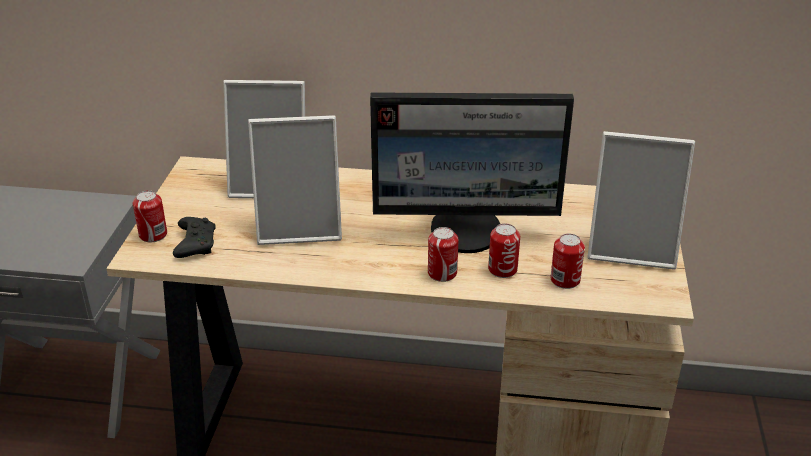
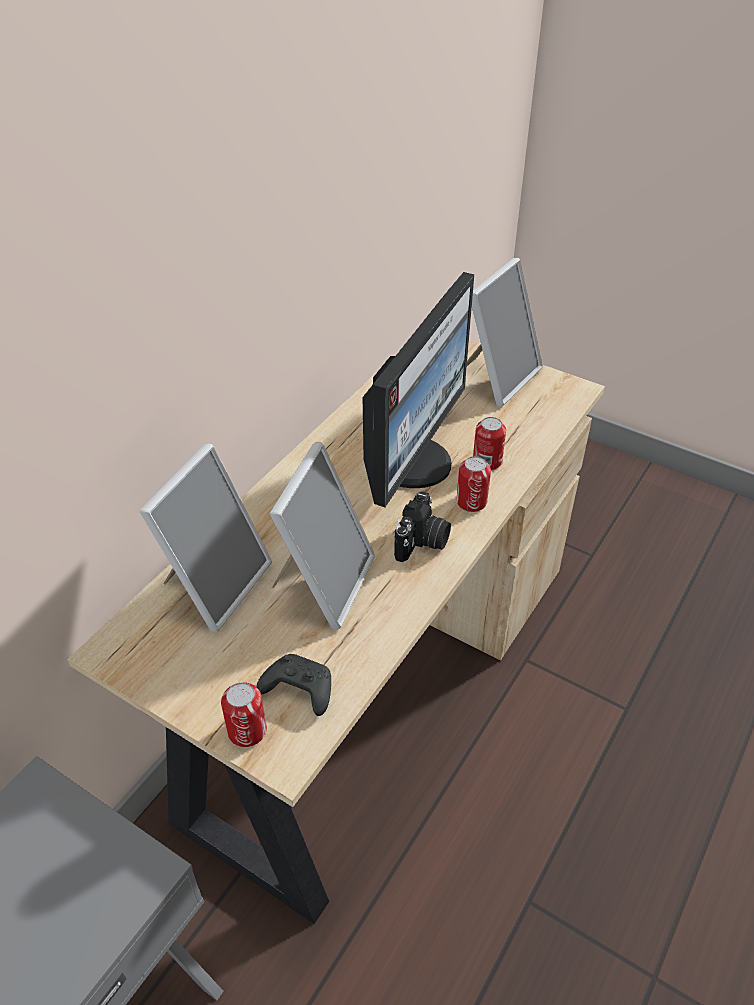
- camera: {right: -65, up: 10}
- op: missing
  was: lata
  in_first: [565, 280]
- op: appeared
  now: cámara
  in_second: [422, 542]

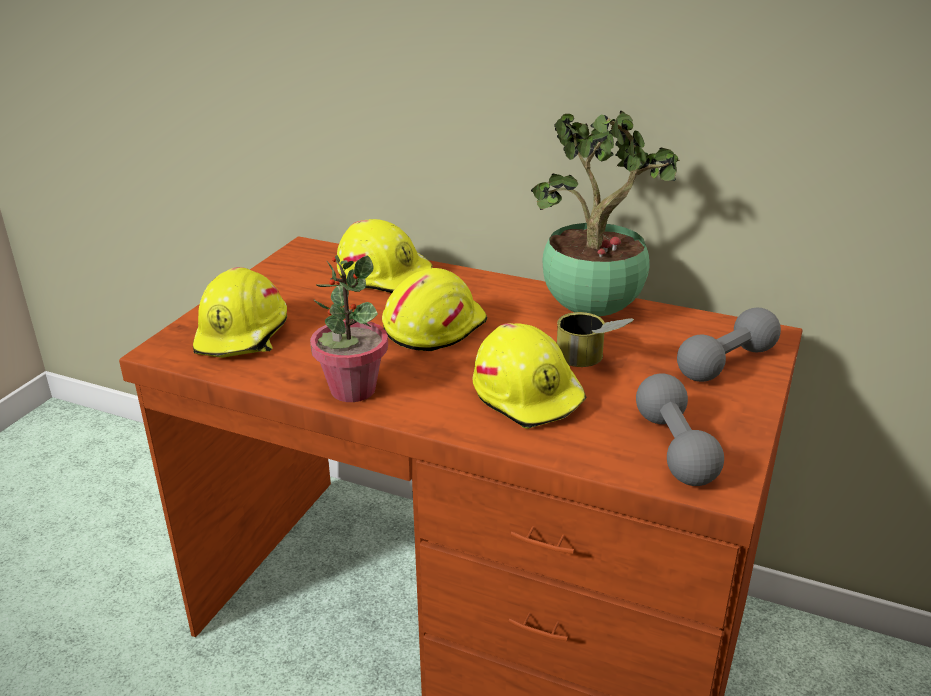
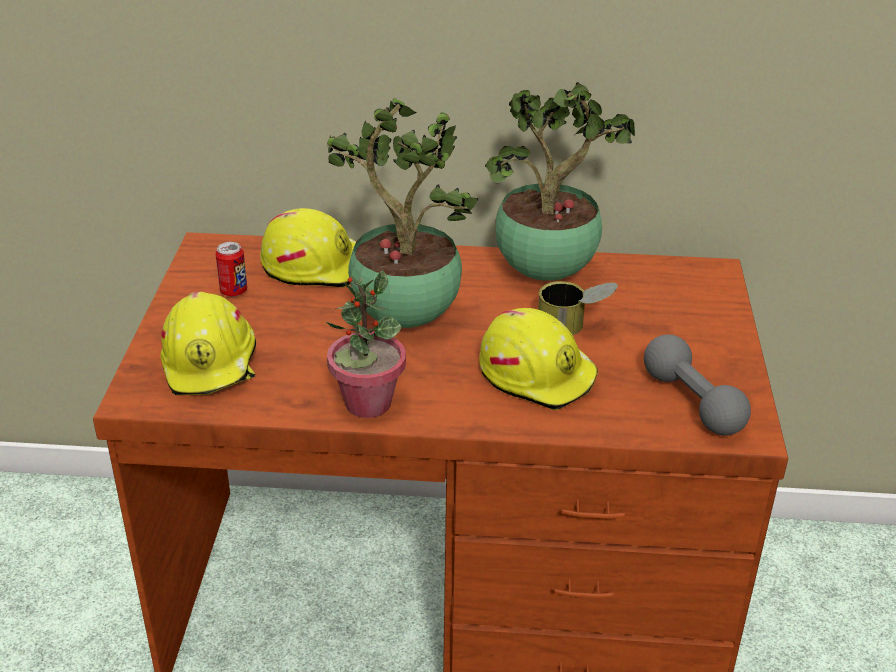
- camera: {right: -20, up: 5}
- op: exchanged
  was: casco [amarillo]
  now: planta en maceta
  in_first: [433, 326]
  in_second: [402, 317]
- op: missing
  was: mancuerna [gris]
  in_first: [726, 363]
- op: appeared
  now: lata
  in_second: [233, 291]

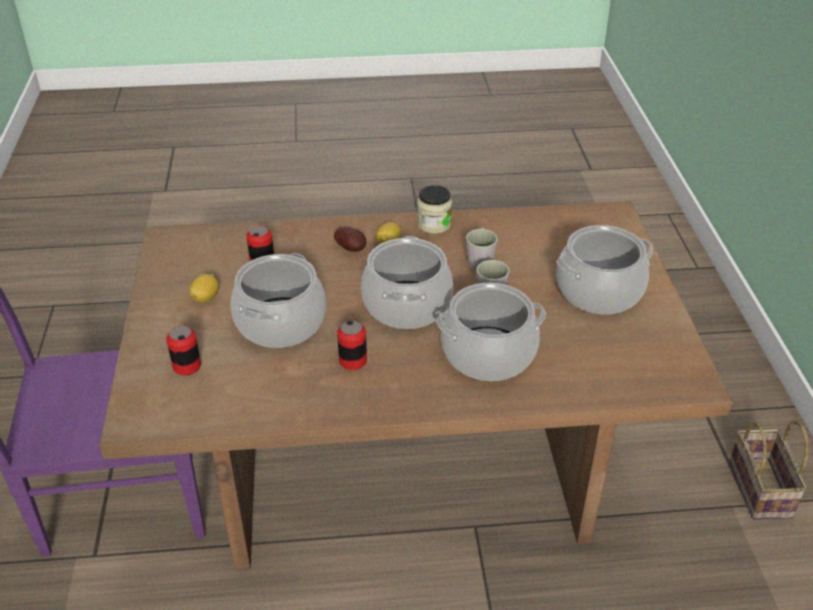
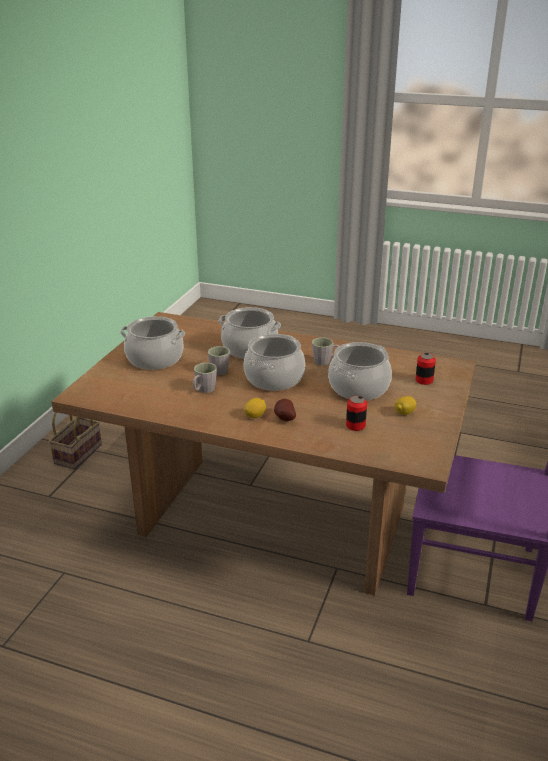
- camera: {right: -155, up: -10}
- op: exchanged
  was: lata
  now: taza grande [gris]
  in_first: [353, 361]
  in_second: [325, 362]
- op: missing
  was: tarro
  in_first: [434, 224]

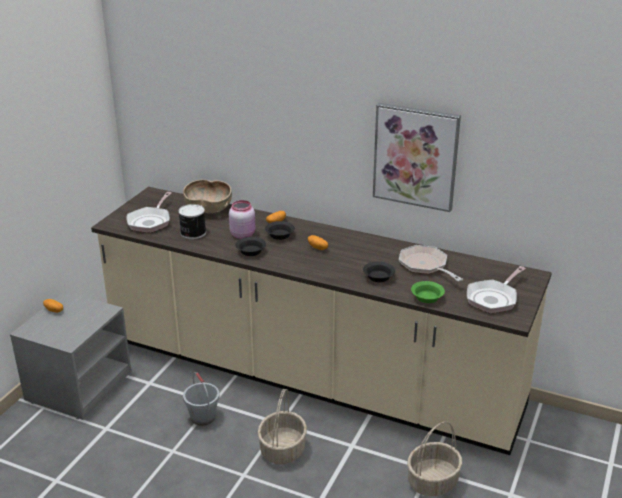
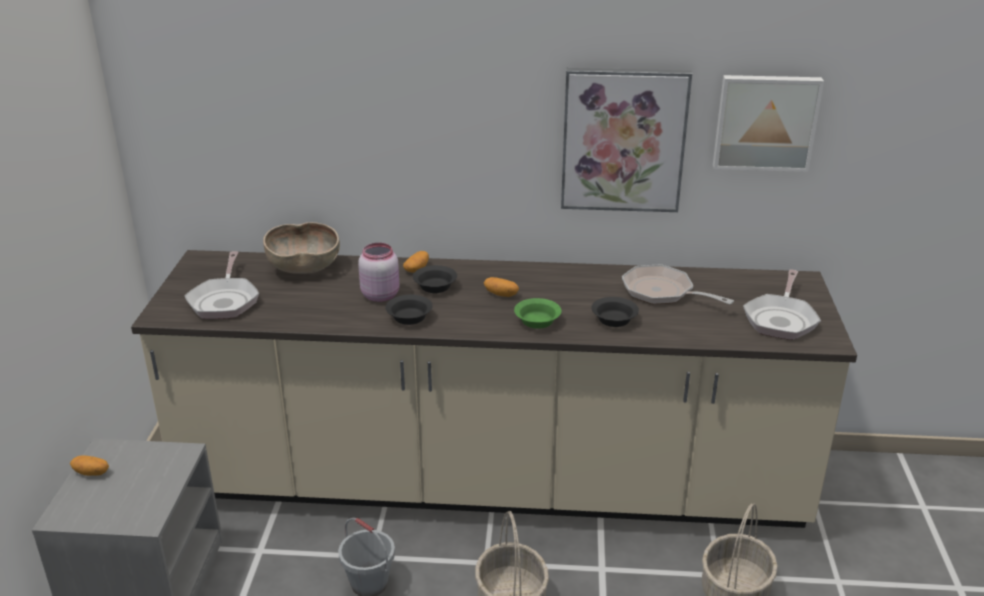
- camera: {right: -20, up: 0}
- op: missing
  was: lata
  in_first: [192, 233]
- op: relocated
  was: cuenco [verde]
  in_first: [426, 298]
  in_second: [536, 322]
- op: appeared
  now: cuadro
  in_second: [765, 122]

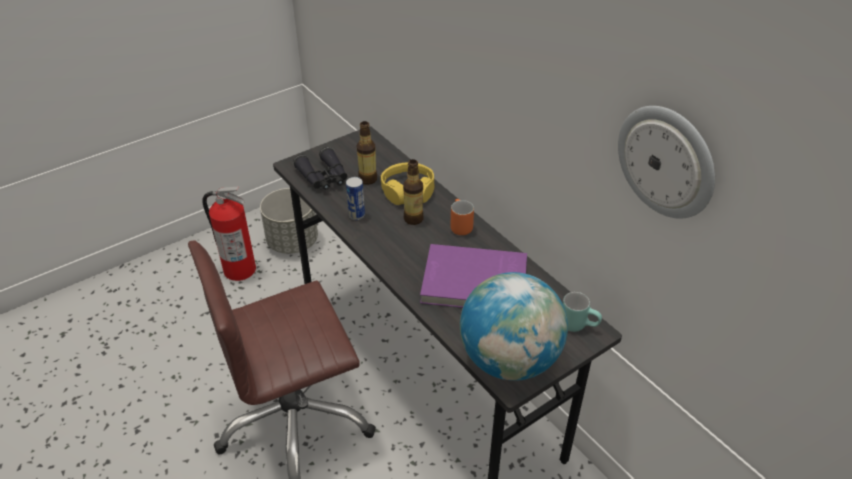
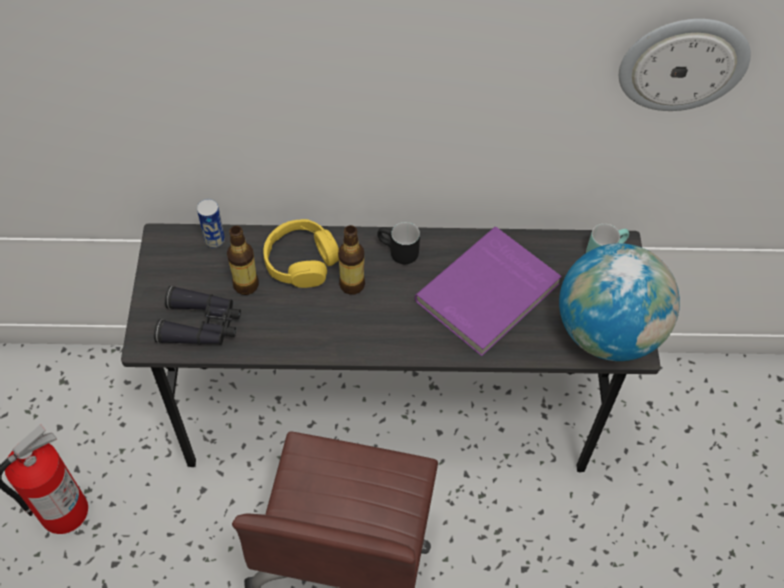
- camera: {right: -55, up: 15}
- op: missing
  was: maceta [gris]
  in_first: [293, 241]
- op: relocated
  was: lata
  in_first: [356, 215]
  in_second: [214, 240]
- op: colour
  was: taza grande [naranja]
  now: taza grande [negro]
  in_first: [458, 226]
  in_second: [397, 253]

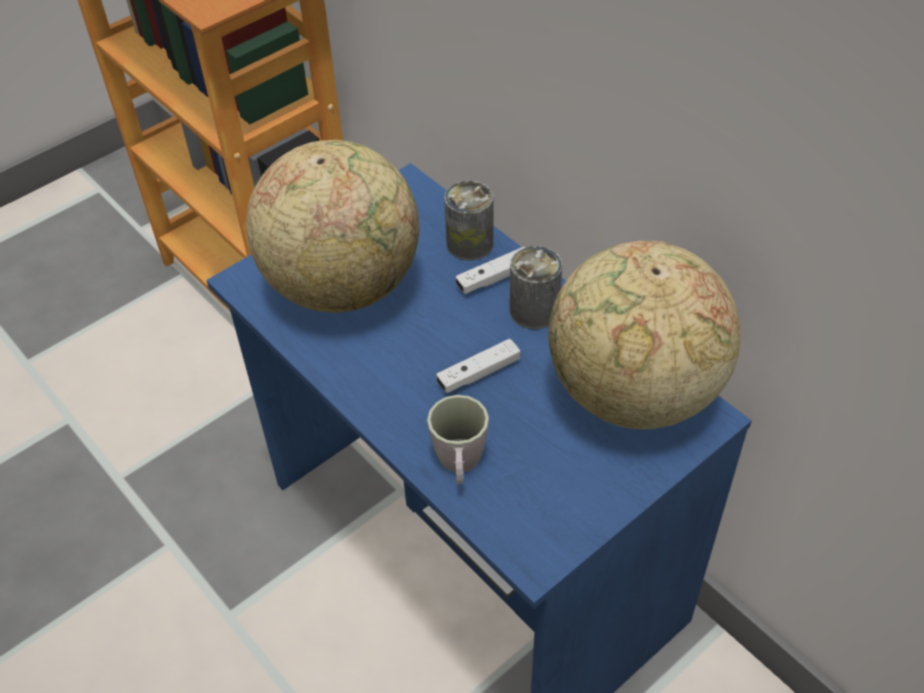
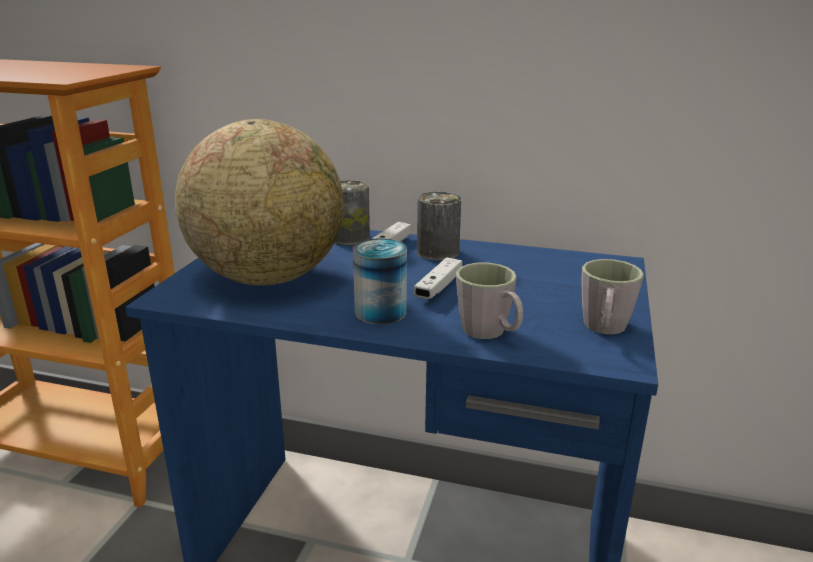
- camera: {right: -35, up: -25}
- op: missing
  was: globo terráqueo
  in_first: [633, 393]
- op: appeared
  now: lata
  in_second: [380, 312]
- op: appeared
  now: taza grande [gris]
  in_second: [604, 329]

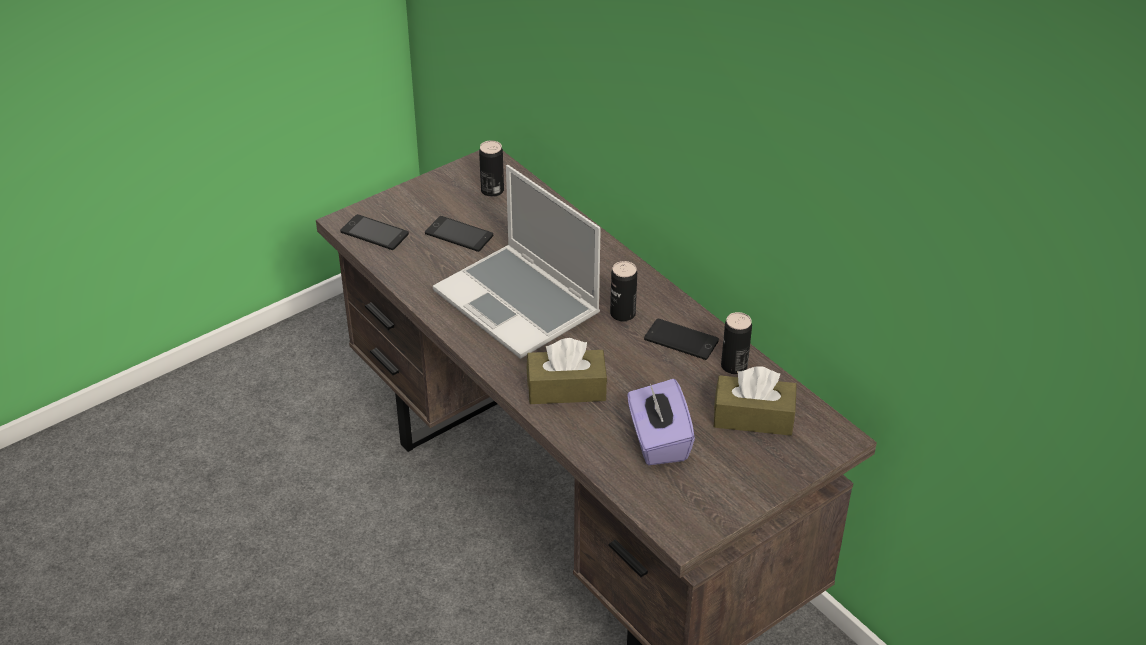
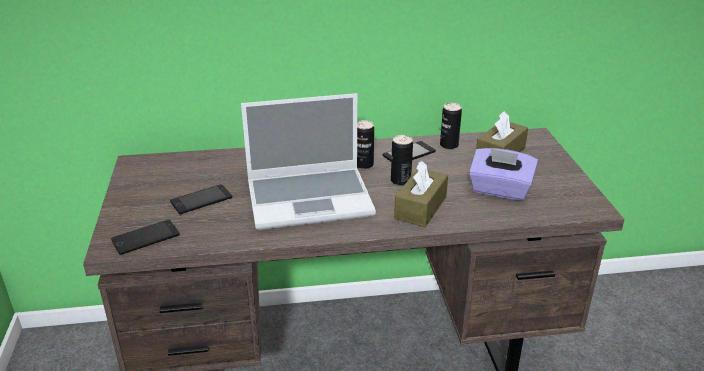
- camera: {right: -60, up: -10}
- op: relocated
  was: lata
  in_first: [492, 191]
  in_second: [400, 181]

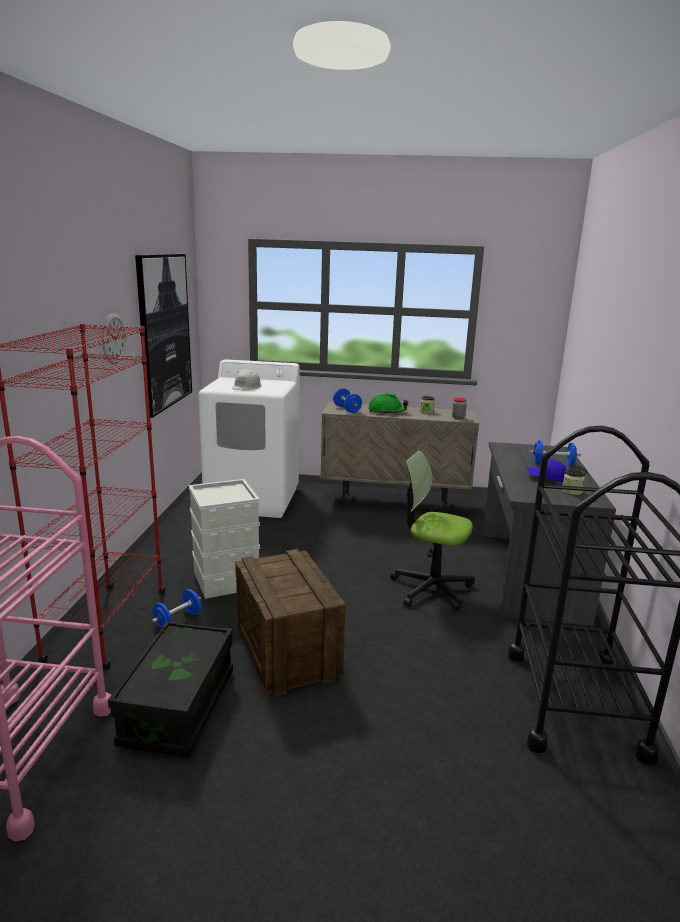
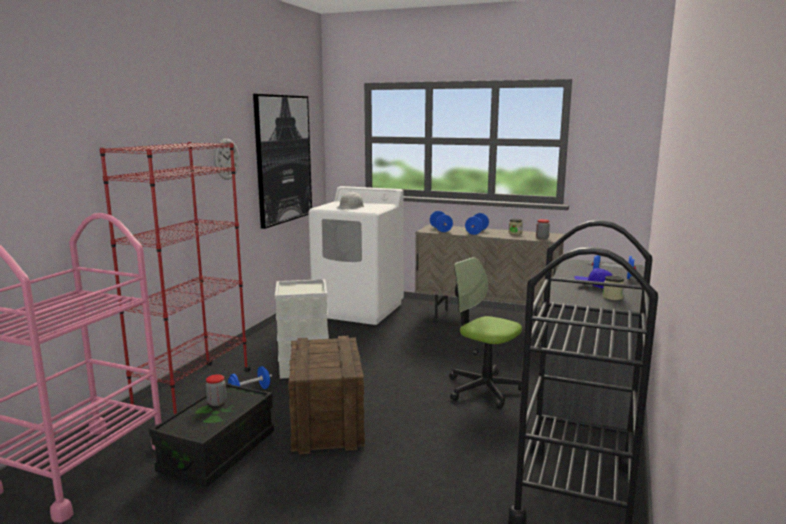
- camera: {right: 15, up: -5}
- op: exchanged
  was: casco [verde]
  now: mancuerna [azul]
  in_first: [387, 411]
  in_second: [476, 232]
- op: appeared
  now: tarro
  in_second: [217, 402]

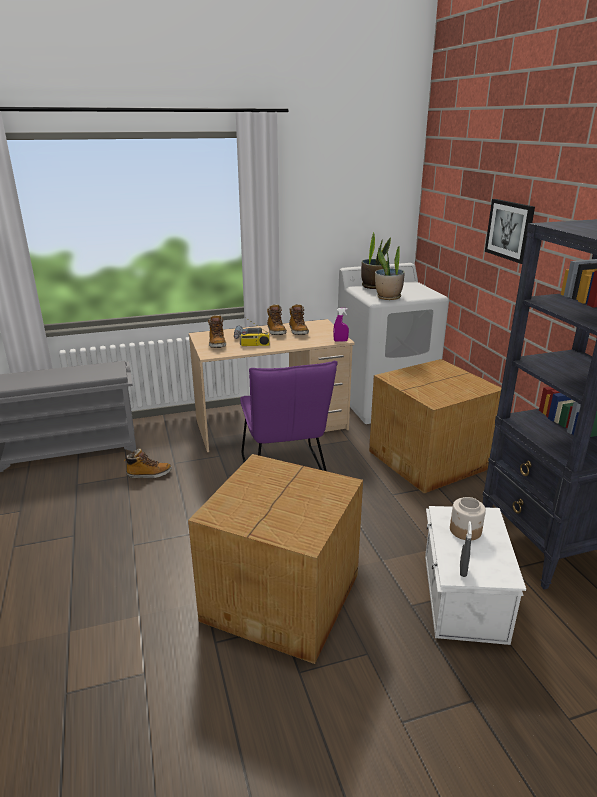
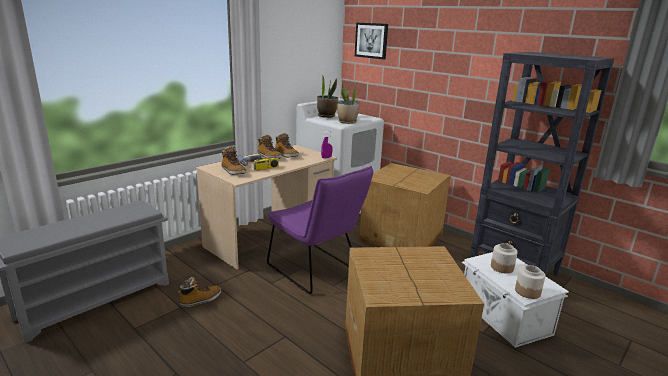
- camera: {right: -30, up: -5}
- op: exchanged
  was: pulverizador [gris]
  now: tarro
  in_first: [463, 570]
  in_second: [527, 291]
- op: relocated
  was: cuadro
  in_first: [510, 230]
  in_second: [371, 40]

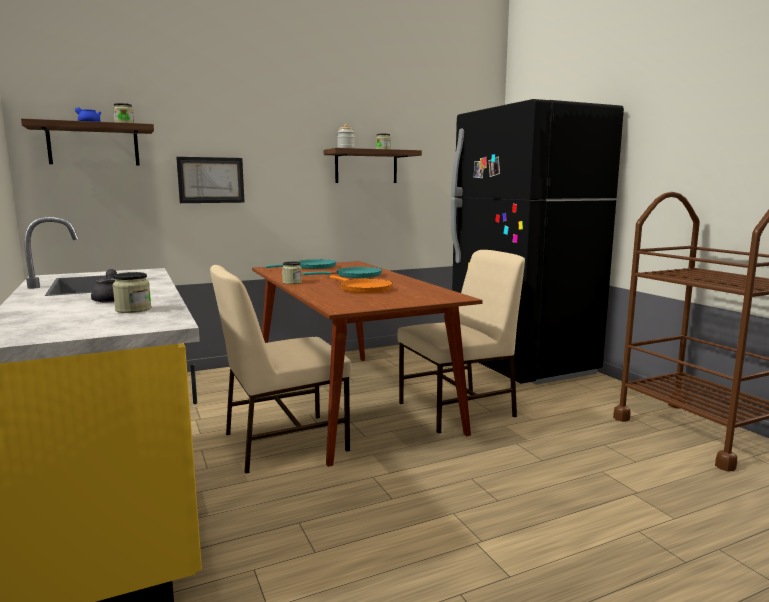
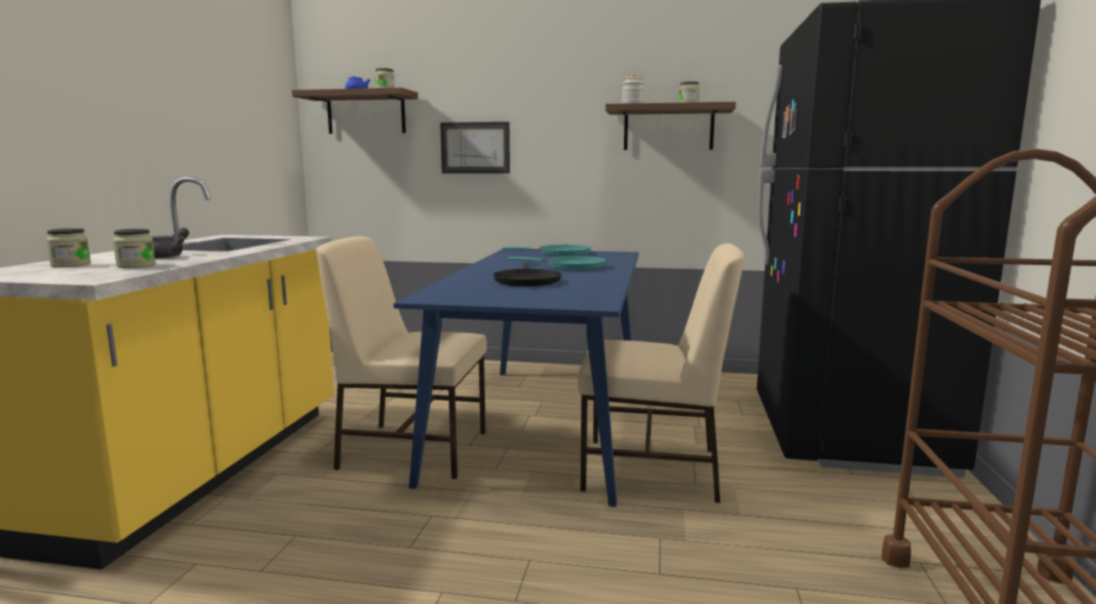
- camera: {right: 35, up: 0}
- op: colour
  was: mesa de comedor [marrón]
  now: mesa de comedor [azul]
  in_first: [351, 400]
  in_second: [545, 424]
- op: relocated
  was: tarro
  in_first: [292, 282]
  in_second: [71, 265]
- op: colour
  was: sartén [naranja]
  now: sartén [negro]
  in_first: [363, 289]
  in_second: [526, 281]

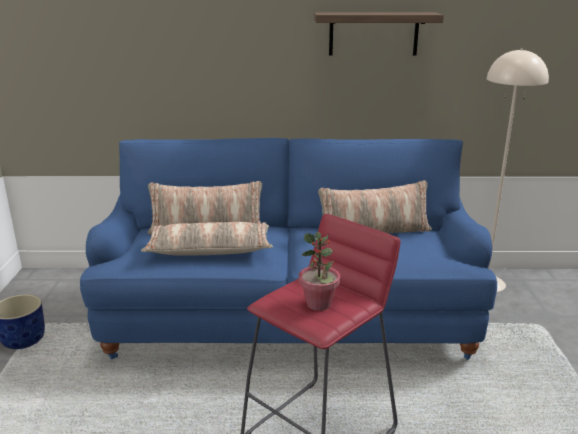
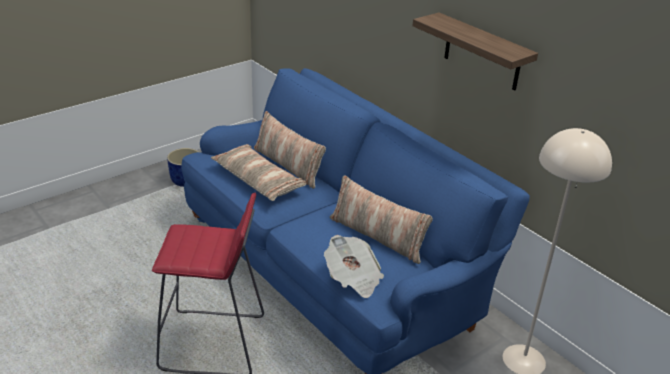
- camera: {right: 50, up: 10}
- op: missing
  was: planta en maceta
  in_first: [319, 304]
- op: appeared
  now: periódico
  in_second: [353, 278]

